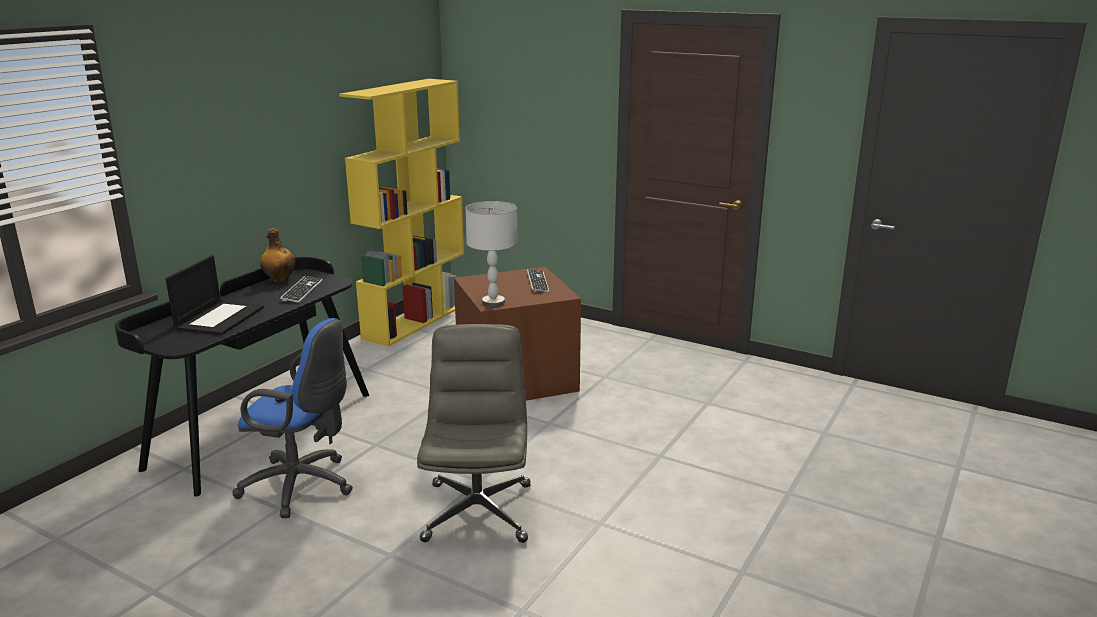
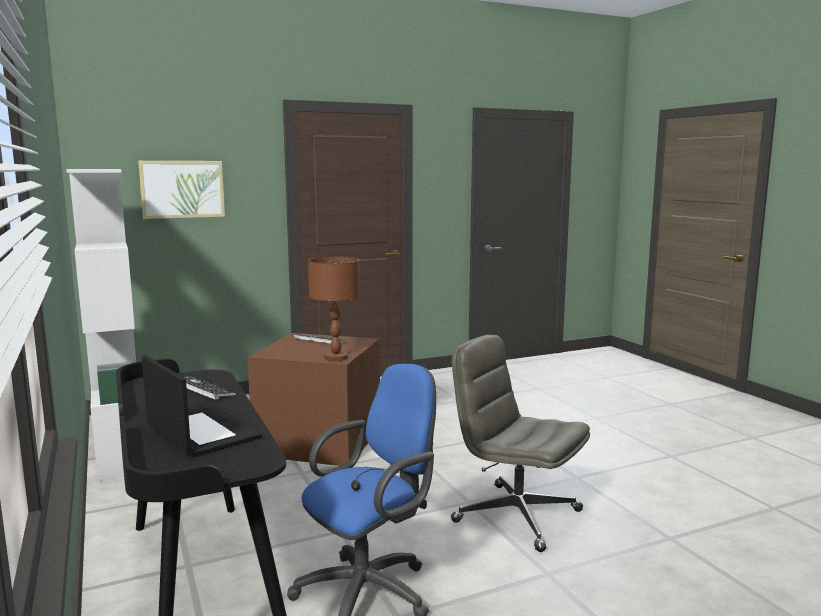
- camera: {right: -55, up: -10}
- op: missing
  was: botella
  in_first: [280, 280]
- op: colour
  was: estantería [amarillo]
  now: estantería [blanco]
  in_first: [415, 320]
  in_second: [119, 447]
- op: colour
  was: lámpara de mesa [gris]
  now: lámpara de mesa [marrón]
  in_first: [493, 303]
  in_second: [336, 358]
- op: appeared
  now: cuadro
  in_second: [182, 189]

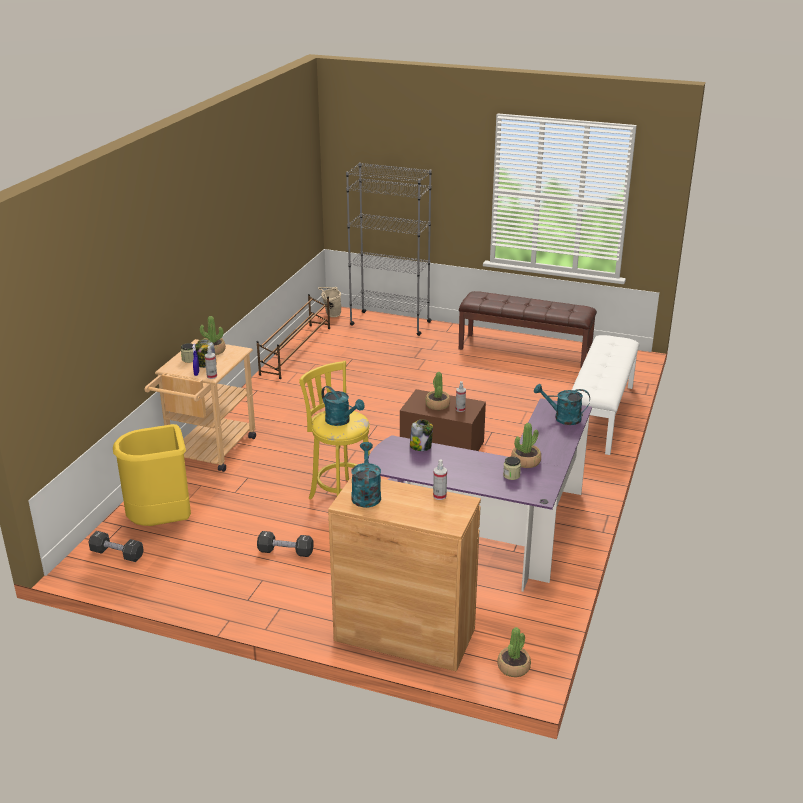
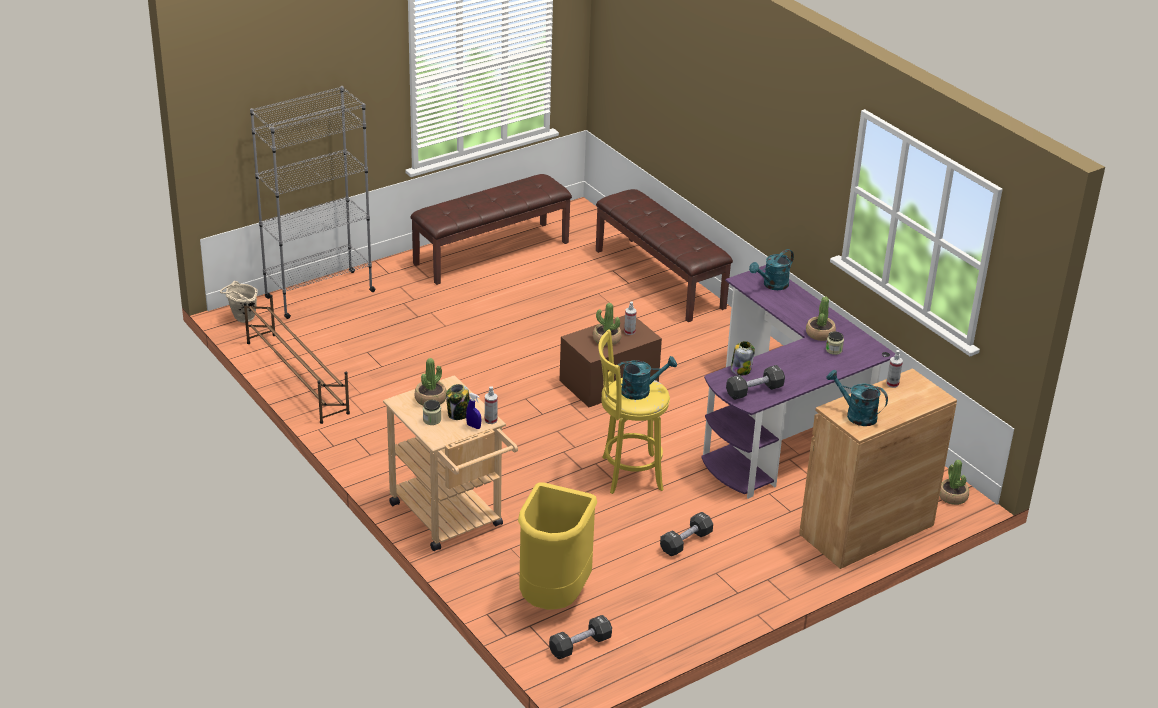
- camera: {right: -55, up: 5}
- op: colour
  was: banco [blanco]
  now: banco [marrón]
  in_first: [601, 416]
  in_second: [660, 279]
- op: appeared
  now: mancuerna [negro]
  in_second: [754, 391]

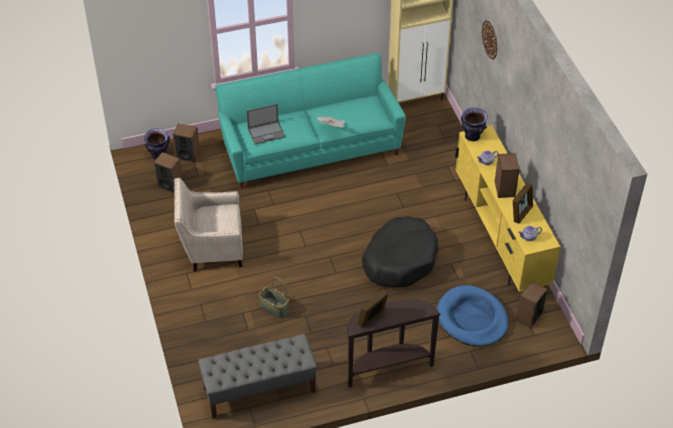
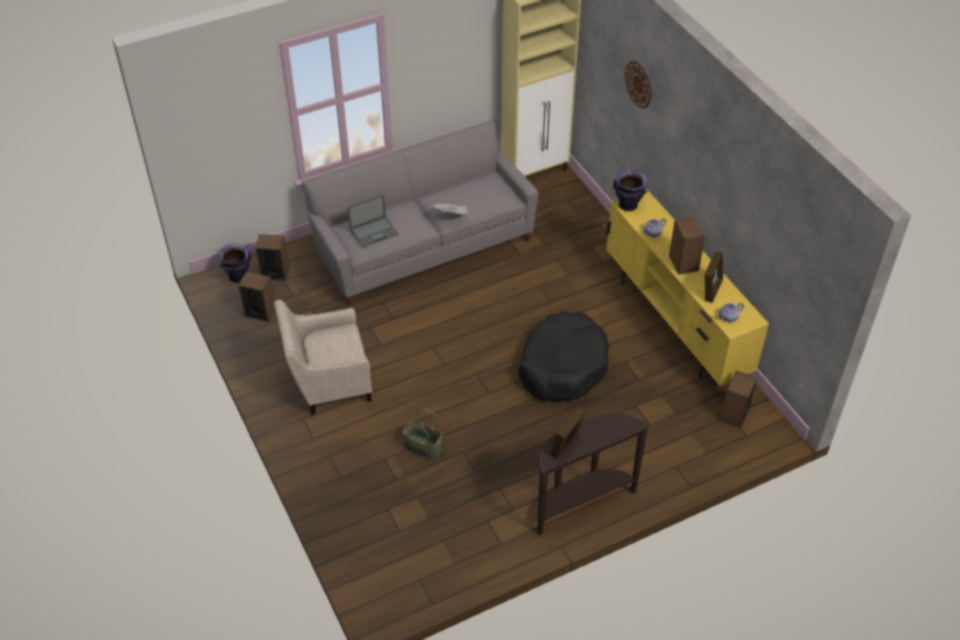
- camera: {right: -10, up: 0}
- op: missing
  was: banco [gris]
  in_first: [259, 390]
- op: colour
  was: sofá [turquesa]
  now: sofá [gris]
  in_first: [310, 147]
  in_second: [422, 245]
- op: missing
  was: cama para perro [azul]
  in_first: [472, 319]

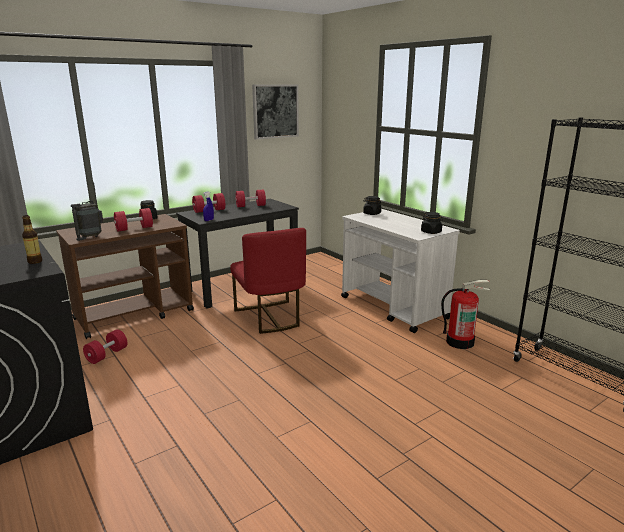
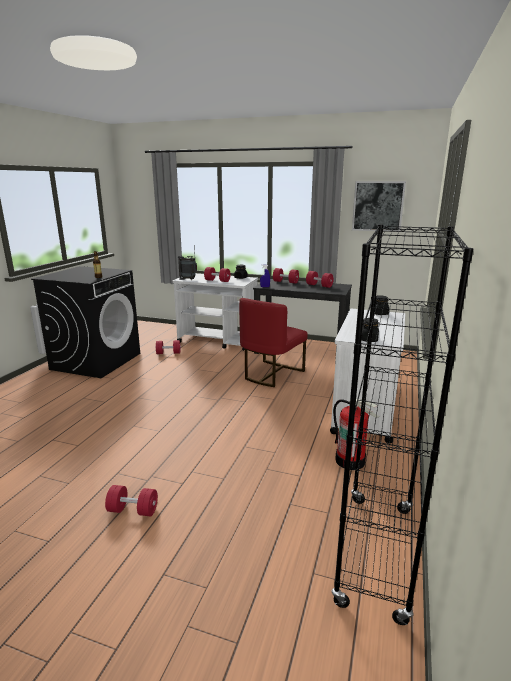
- camera: {right: 55, up: 0}
- op: colour
  was: carrito [marrón]
  now: carrito [blanco]
  in_first: [135, 314]
  in_second: [218, 341]
- op: appeared
  now: mancuerna [rojo]
  in_second: [133, 510]

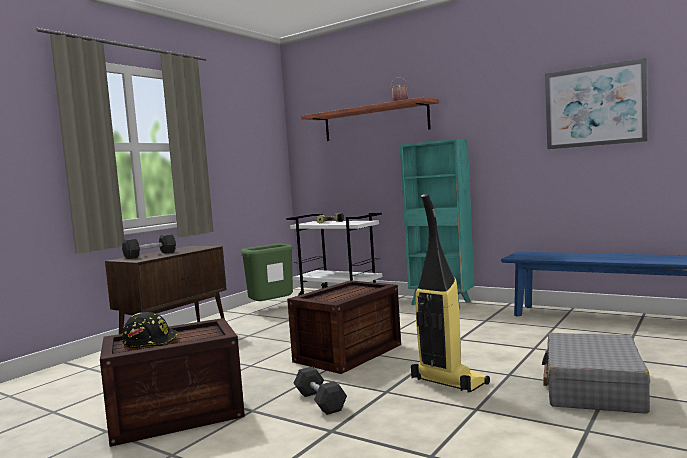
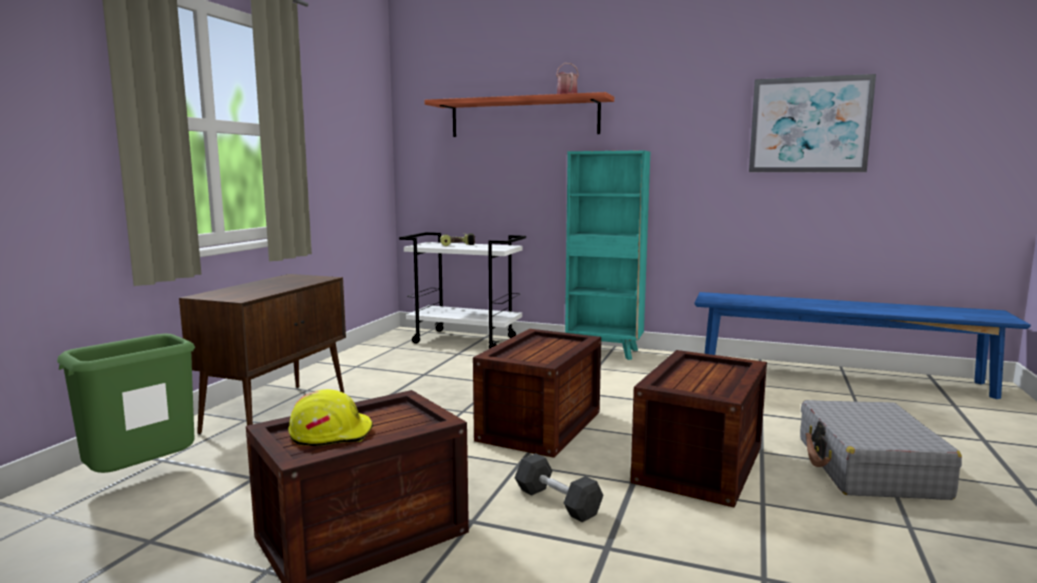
- camera: {right: -15, up: 5}
- op: missing
  was: mancuerna [negro]
  in_first: [150, 255]
- op: colour
  was: casco [negro]
  now: casco [amarillo]
  in_first: [151, 342]
  in_second: [331, 433]
- op: relocated
  was: papelera [verde]
  in_first: [271, 308]
  in_second: [143, 478]
- op: exchanged
  was: aspiradora
  now: caja de embalaje
  in_first: [448, 382]
  in_second: [698, 465]

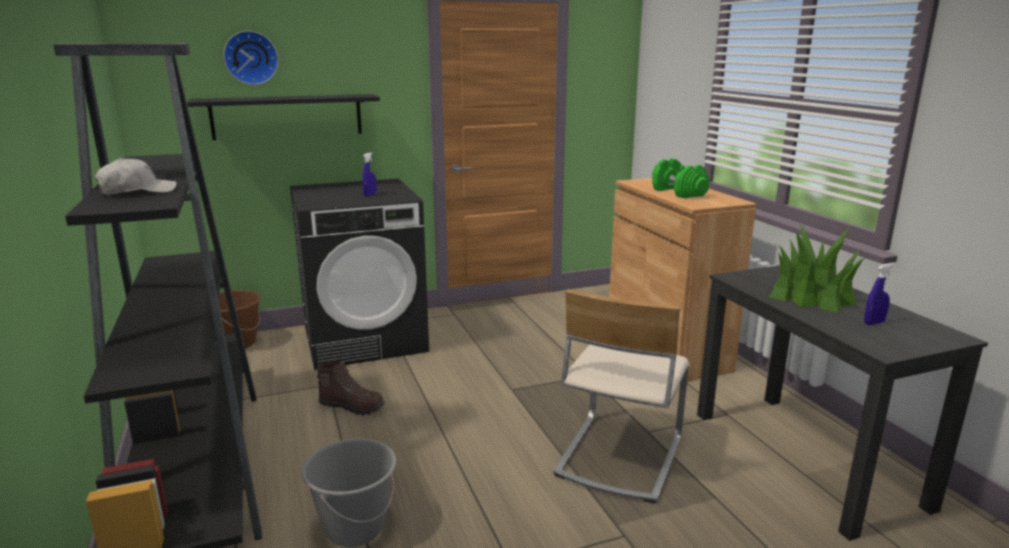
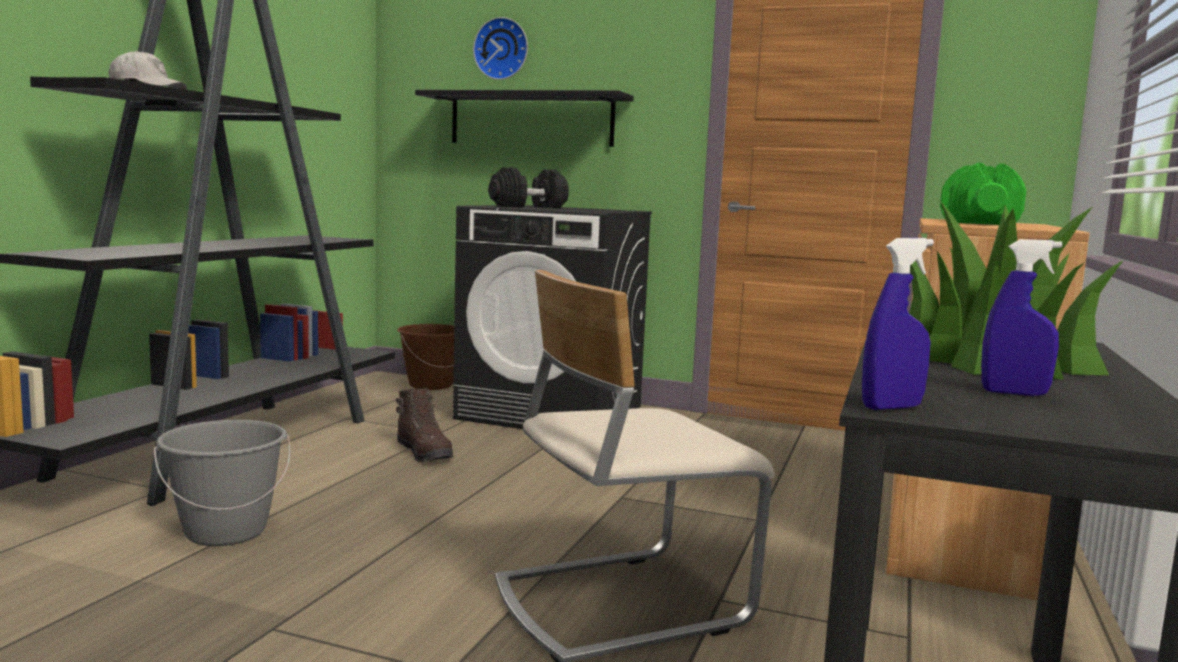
- camera: {right: 40, up: -10}
- op: relocated
  was: pulverizador [azul]
  in_first: [370, 195]
  in_second: [892, 407]
- op: appeared
  now: mancuerna [negro]
  in_second: [528, 207]

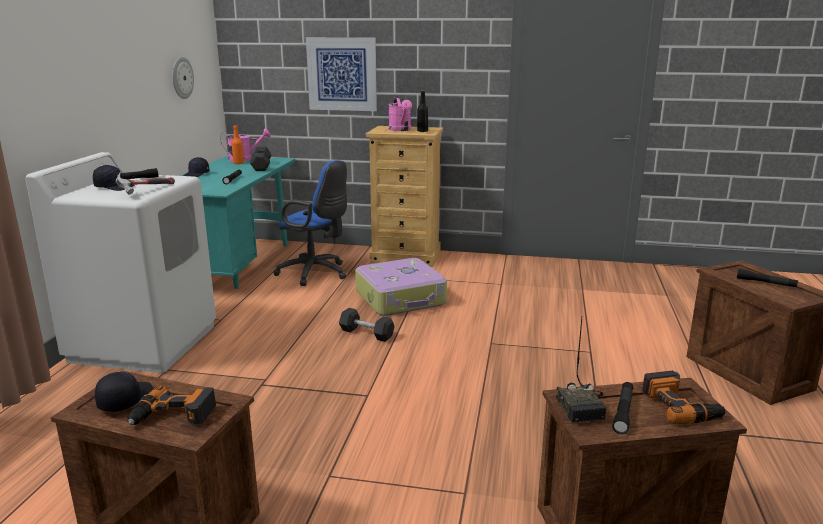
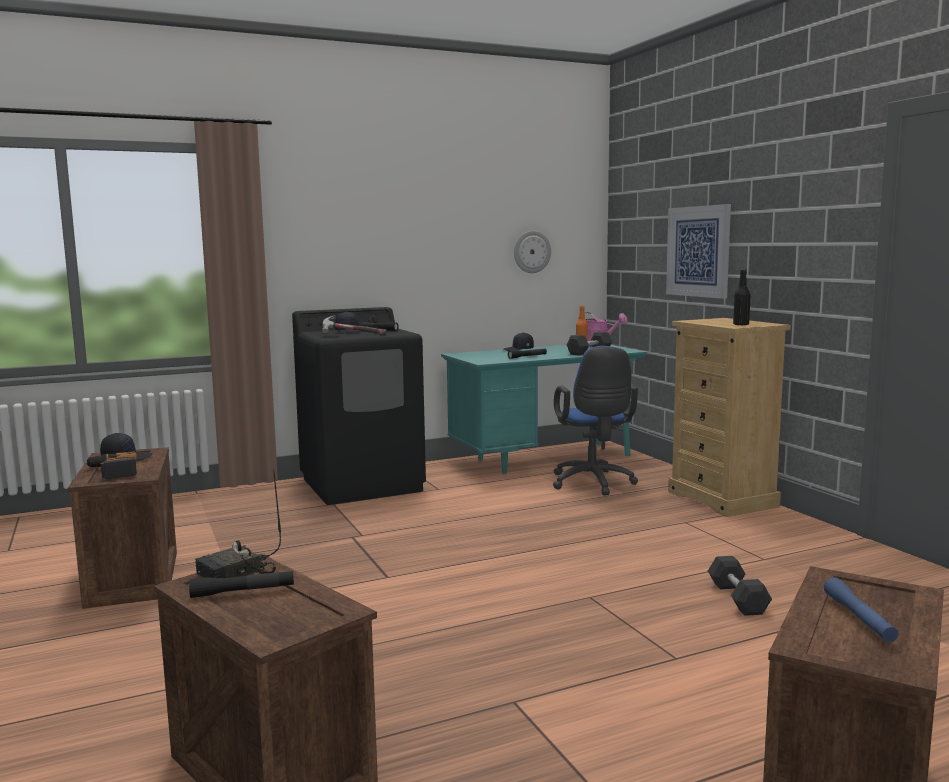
- camera: {right: 55, up: -10}
- op: colour
  was: lavadora [blanco]
  now: lavadora [negro]
  in_first: [144, 343]
  in_second: [362, 484]
- op: relocated
  was: mancuerna [gris]
  in_first: [366, 333]
  in_second: [737, 598]
- op: missing
  was: maleta
  in_first: [401, 298]
- op: missing
  was: regadera [rosa]
  in_first: [401, 130]
- op: missing
  was: taladro
  in_first: [681, 405]
- op: colour
  was: linterna [negro]
  now: linterna [azul]
  in_first: [766, 283]
  in_second: [859, 618]

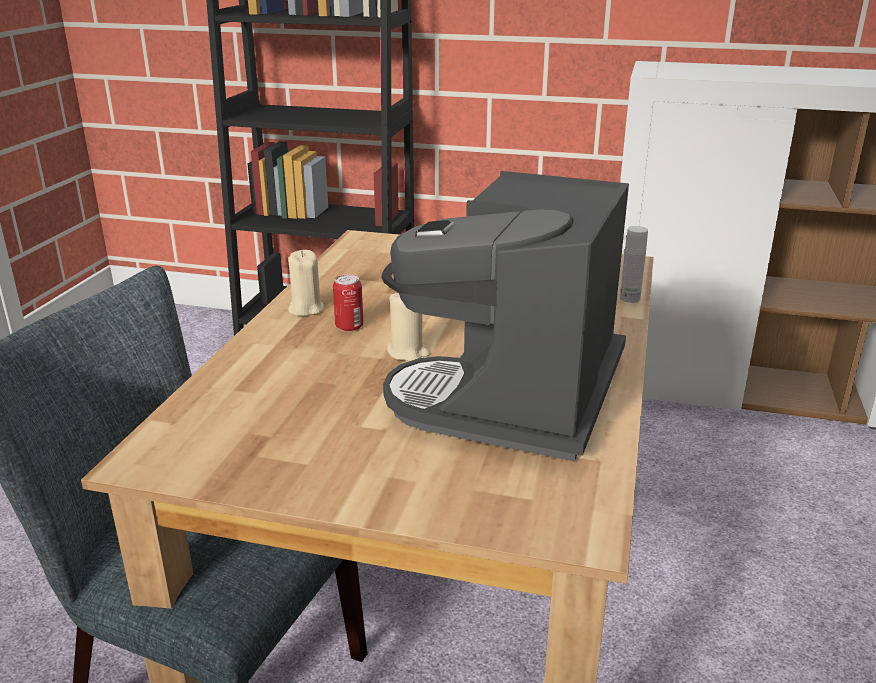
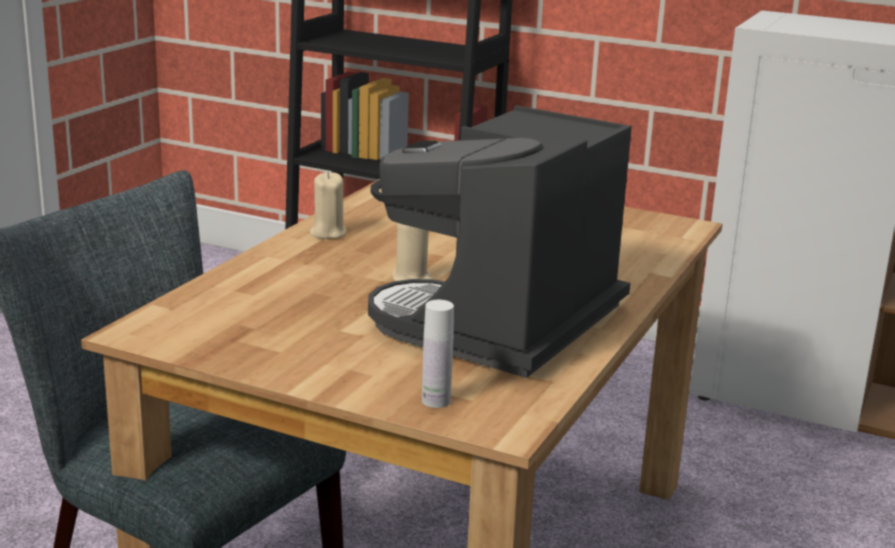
- camera: {right: 10, up: -5}
- op: missing
  was: lata
  in_first: [349, 327]
- op: relocated
  was: botella [blanco]
  in_first: [630, 298]
  in_second: [436, 401]

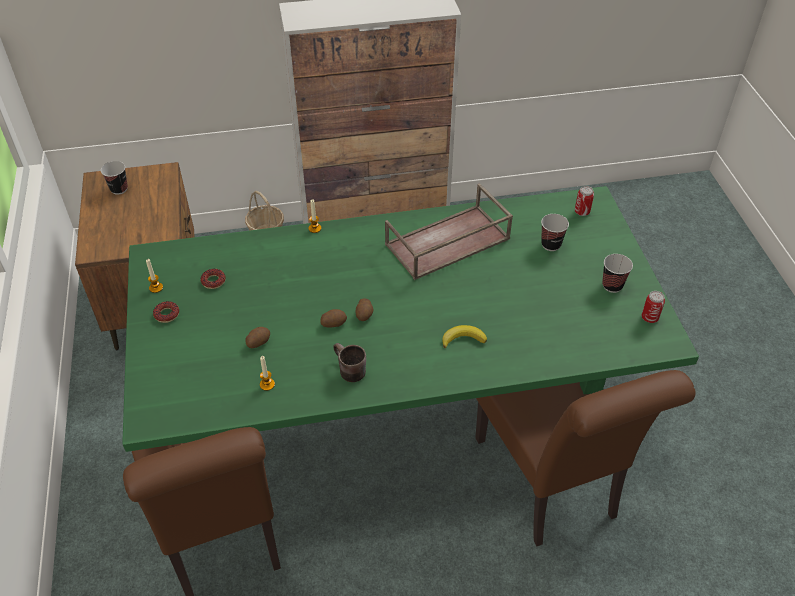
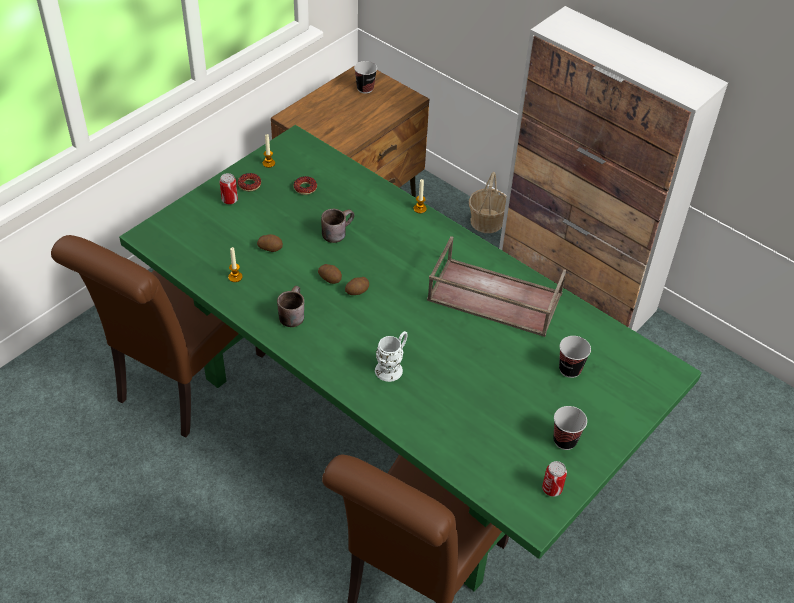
- camera: {right: 50, up: 0}
- op: exchanged
  was: plátano
  now: taza grande [blanco]
  in_first: [463, 339]
  in_second: [392, 367]
- op: relocated
  was: lata
  in_first: [582, 212]
  in_second: [229, 200]
- op: appeared
  now: taza grande [marrón]
  in_second: [336, 232]

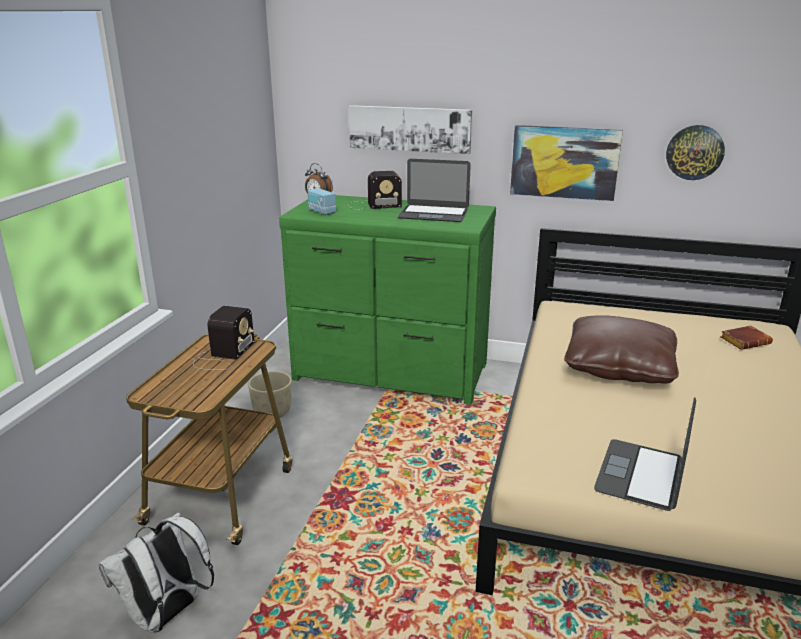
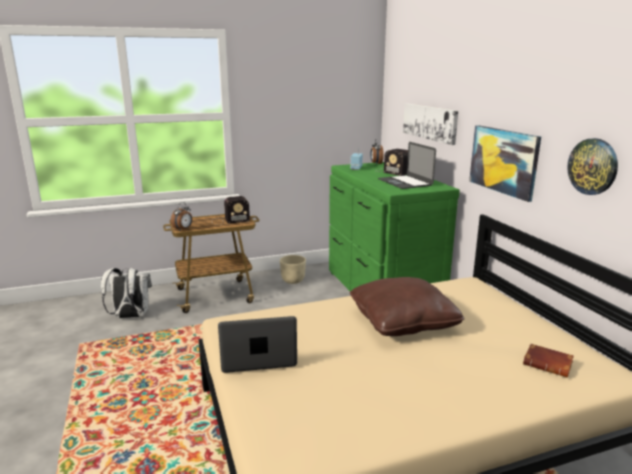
- camera: {right: 55, up: -5}
- op: appeared
  now: despertador
  in_second: [183, 229]

